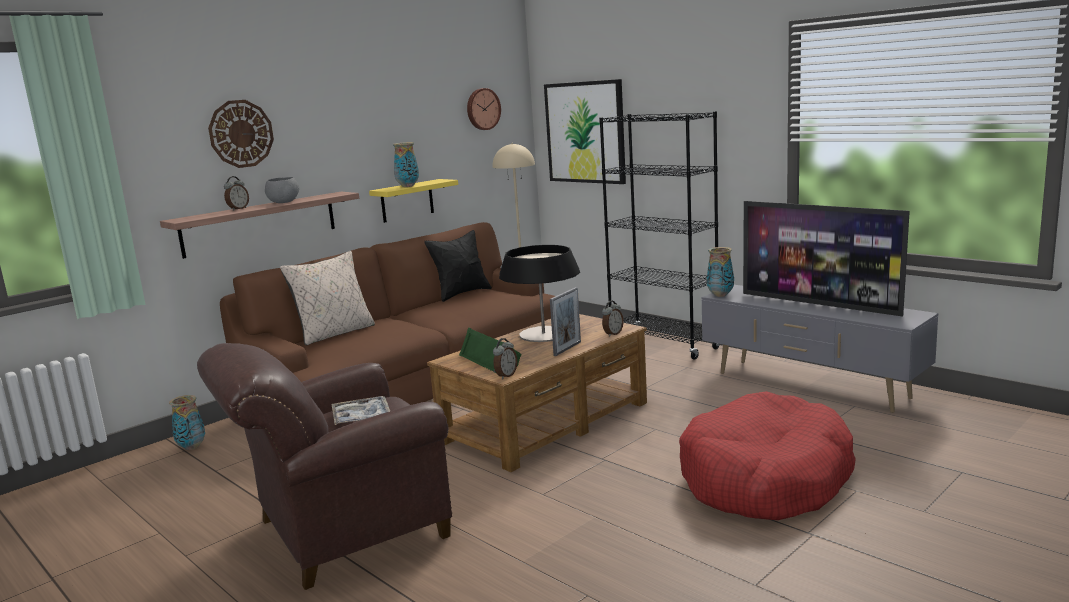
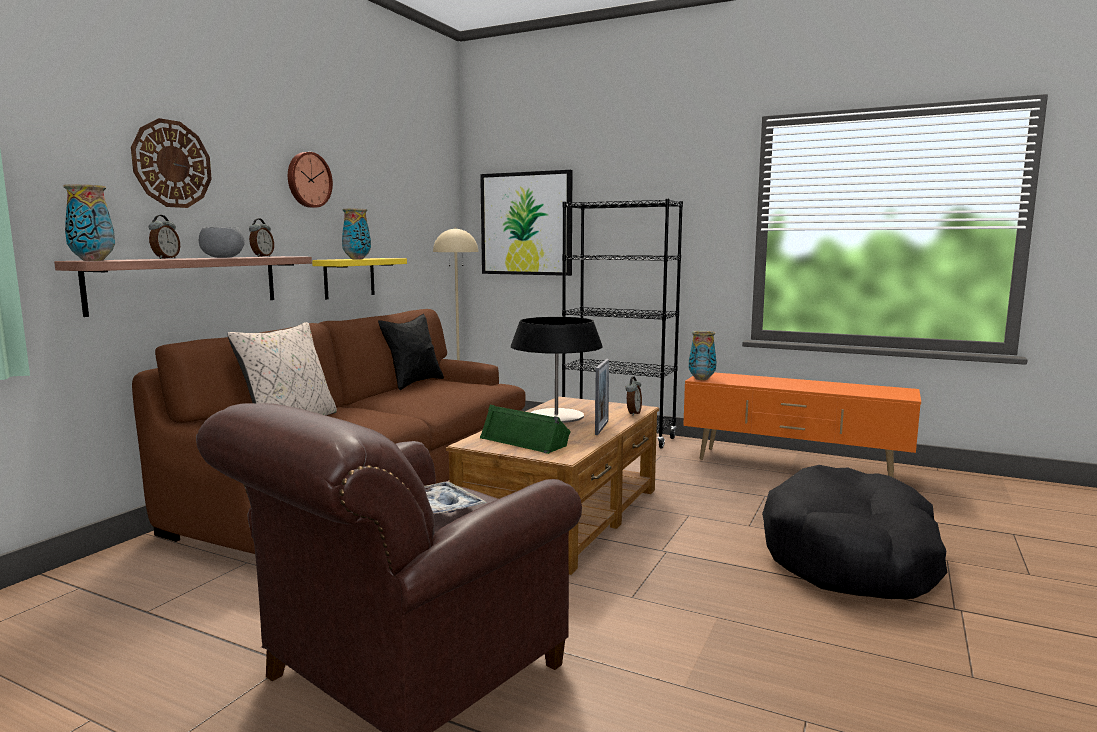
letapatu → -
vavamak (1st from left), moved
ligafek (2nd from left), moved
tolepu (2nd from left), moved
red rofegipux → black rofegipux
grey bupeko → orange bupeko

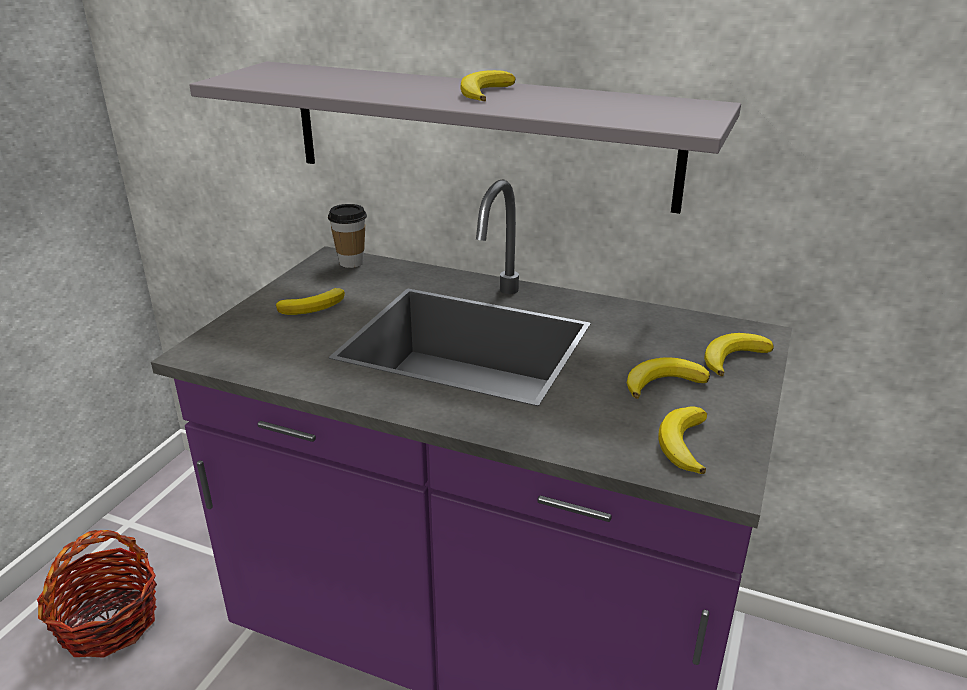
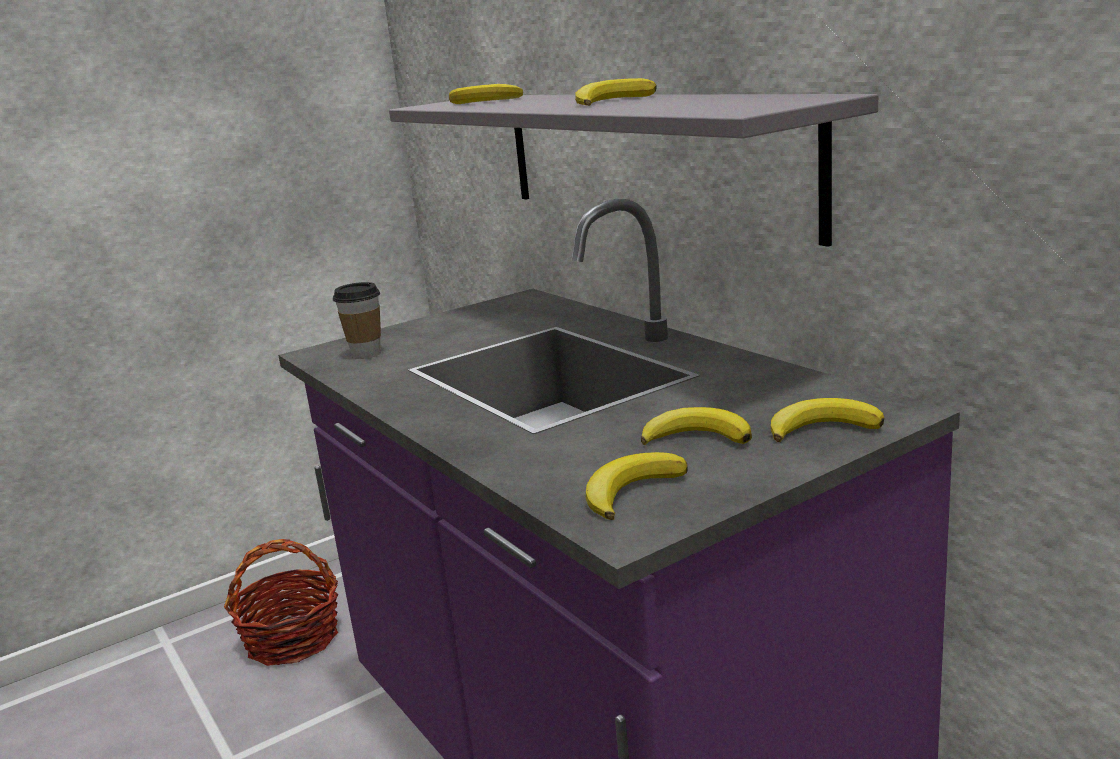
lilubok (1st from left), moved
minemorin, moved

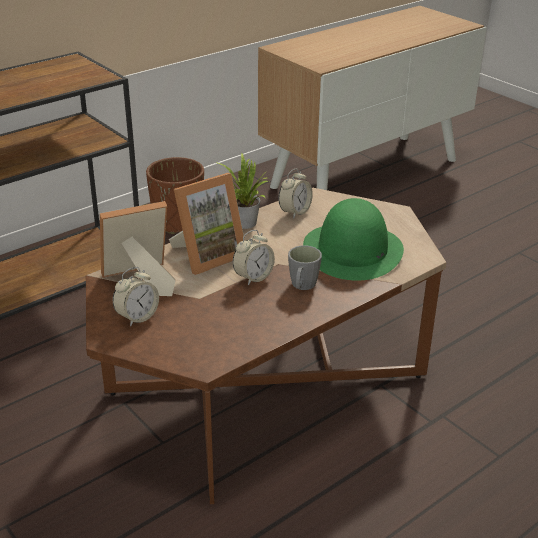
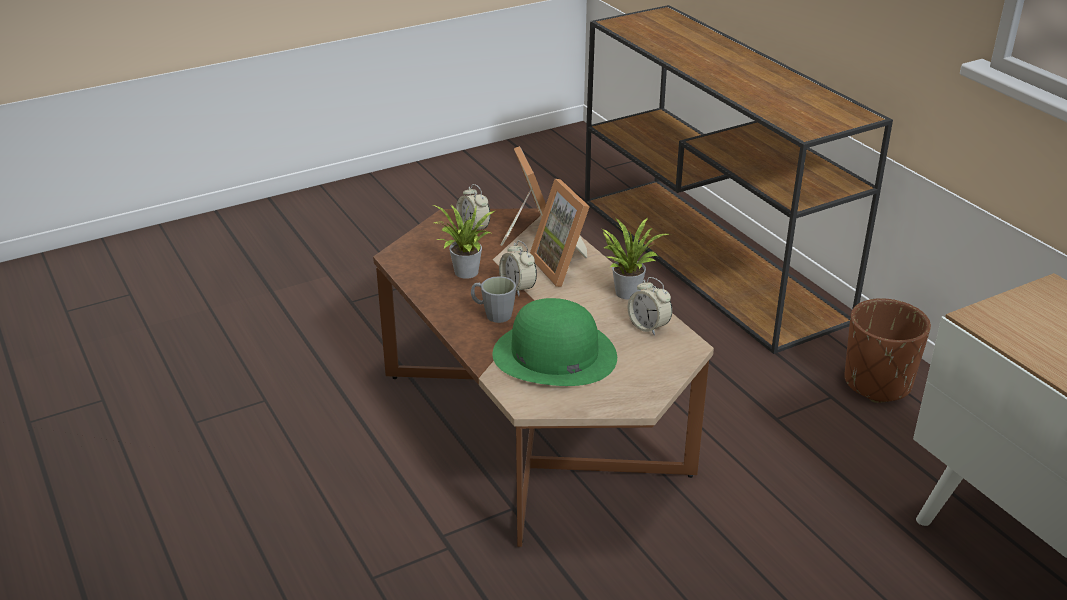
- → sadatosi (1st from left)

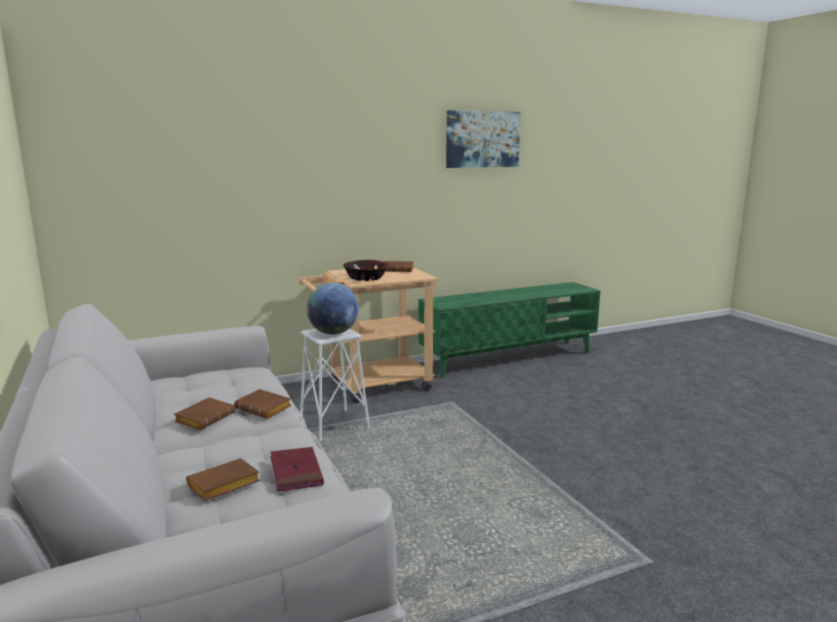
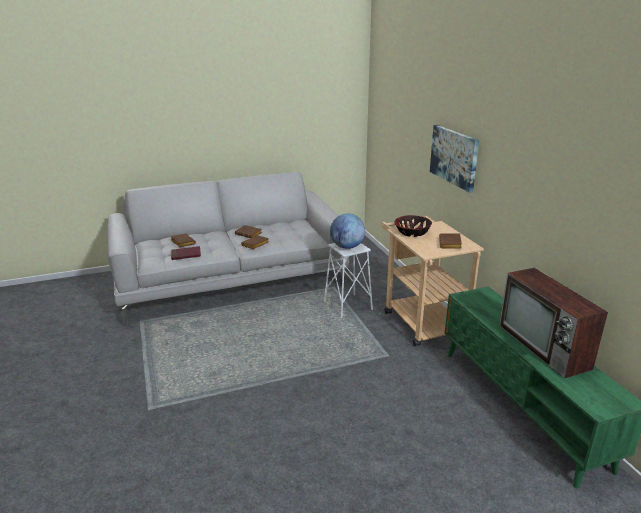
- → letapatu
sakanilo, moved

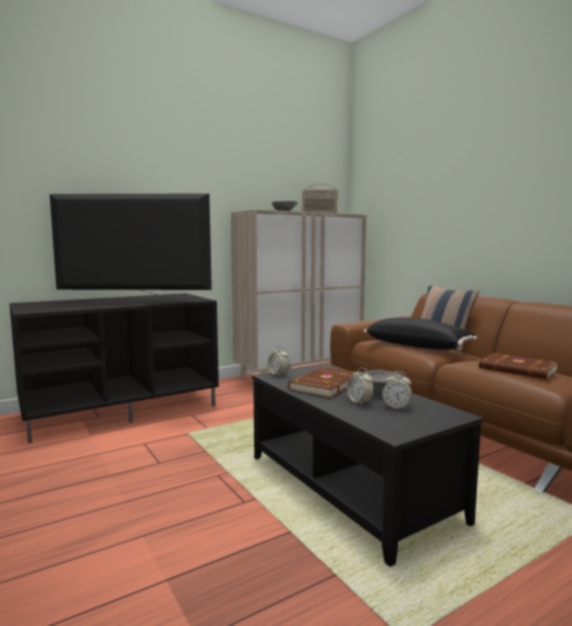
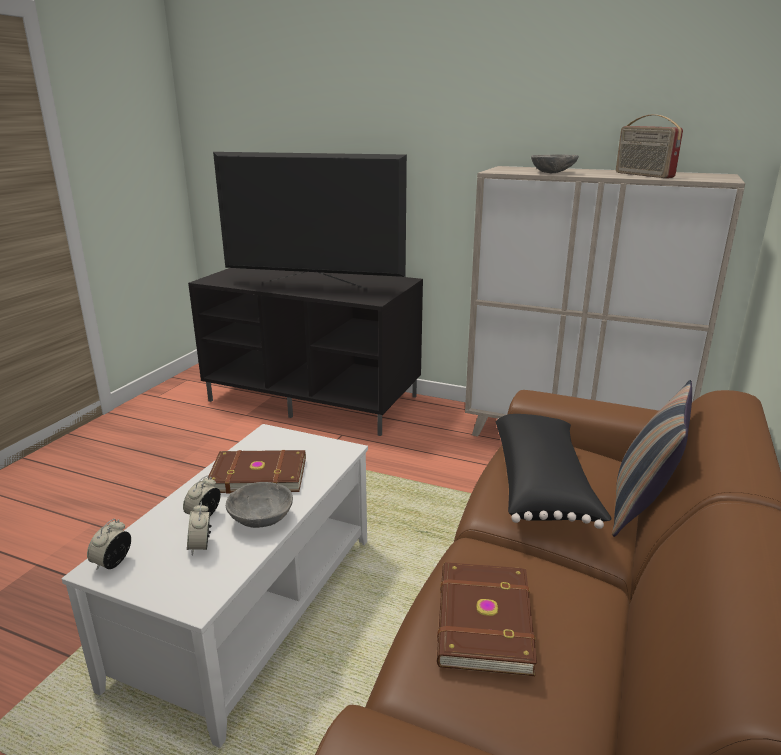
tolepu (1st from left), moved
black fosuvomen → white fosuvomen
letapatu, 135 degrees clockwise

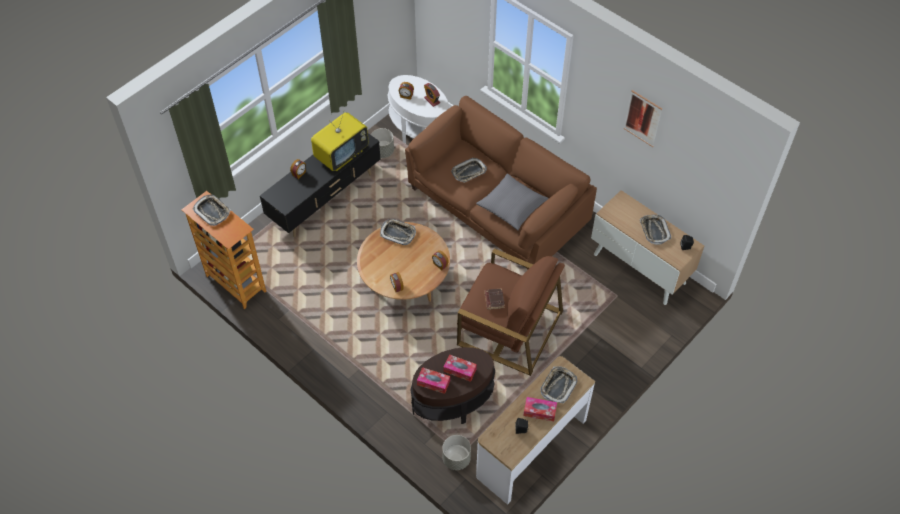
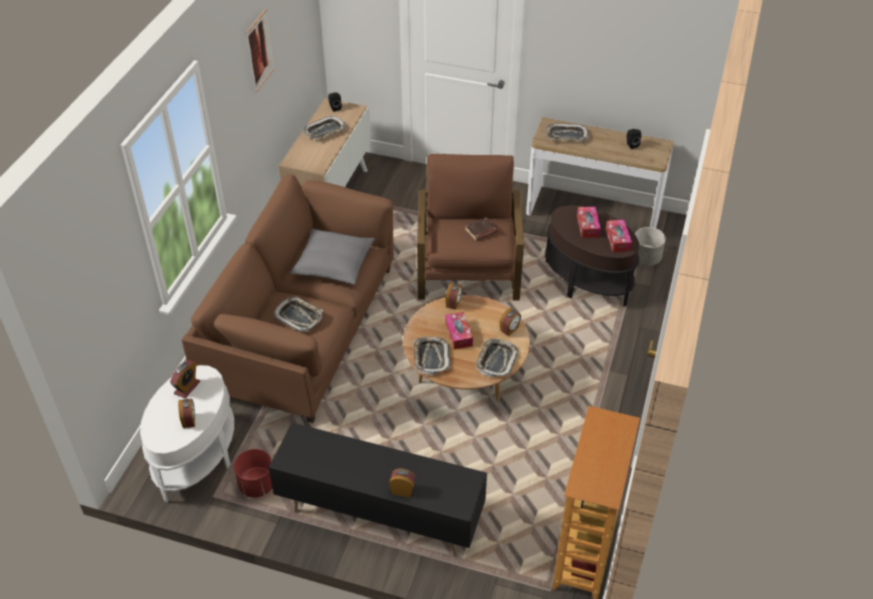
letapatu → -
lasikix (1st from left in the first image) → lasikix (4th from left), moved
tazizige (3rd from left in the first image) → tazizige (1st from left), moved
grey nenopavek (1st from left) → red nenopavek

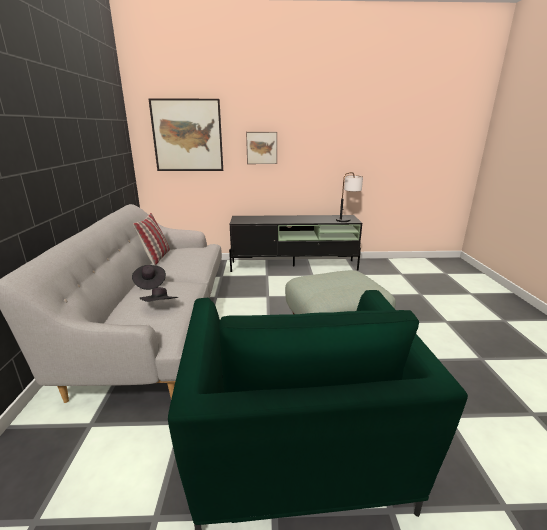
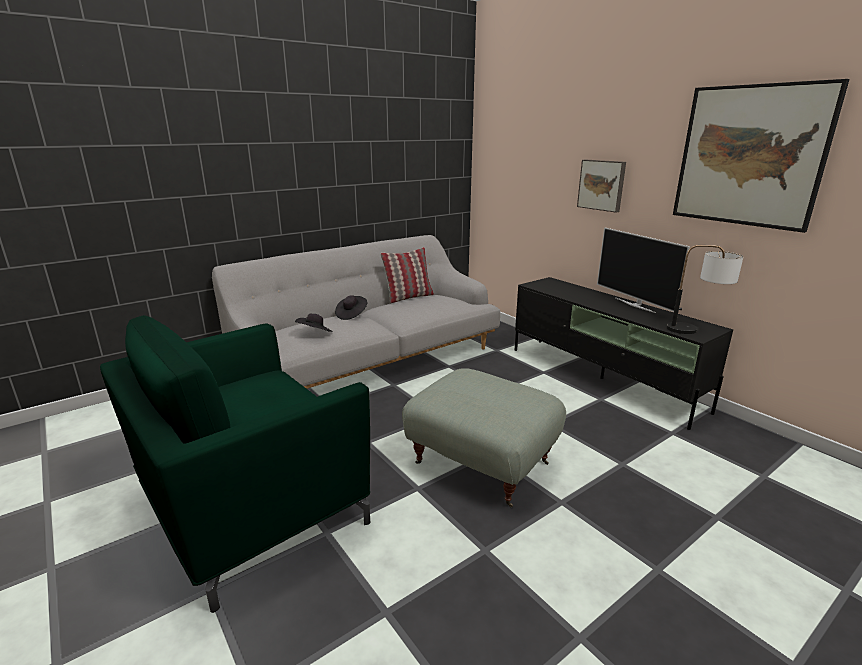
- → letapatu
sakanilo (1st from left in the first image) → sakanilo (2nd from left), moved

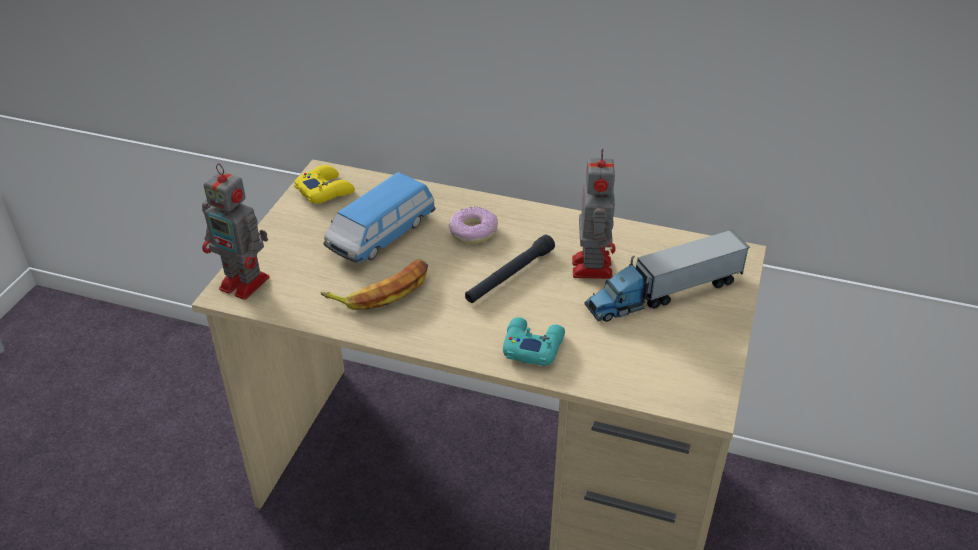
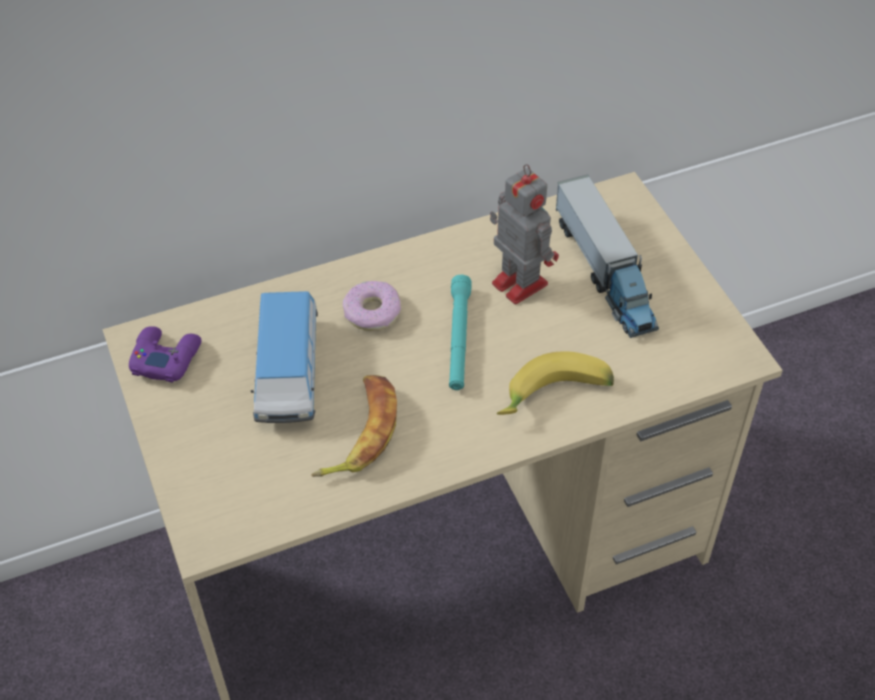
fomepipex (1st from left) → -
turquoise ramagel → lilubok (2nd from left)
yellow ramagel → purple ramagel
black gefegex → turquoise gefegex
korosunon, 45 degrees counterclockwise

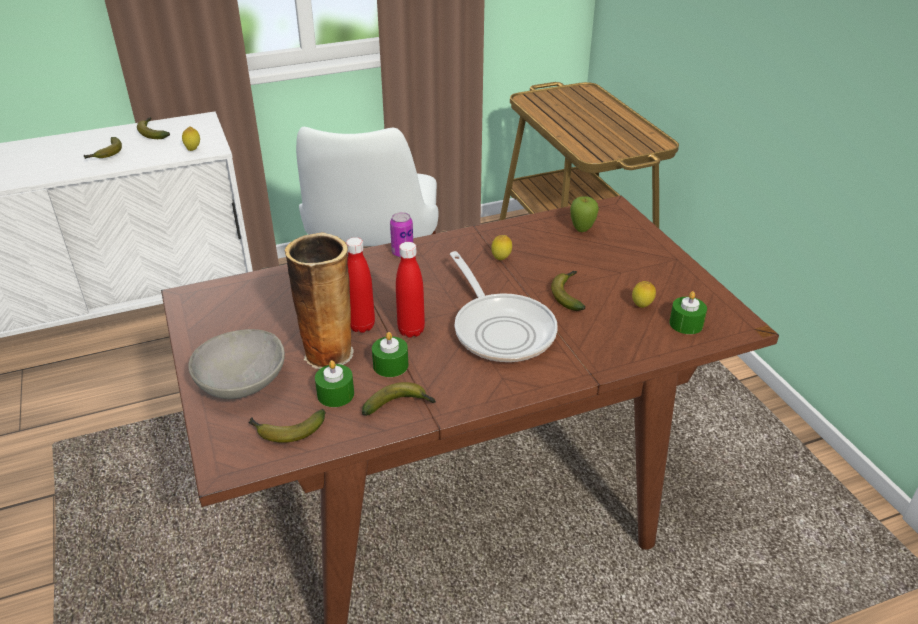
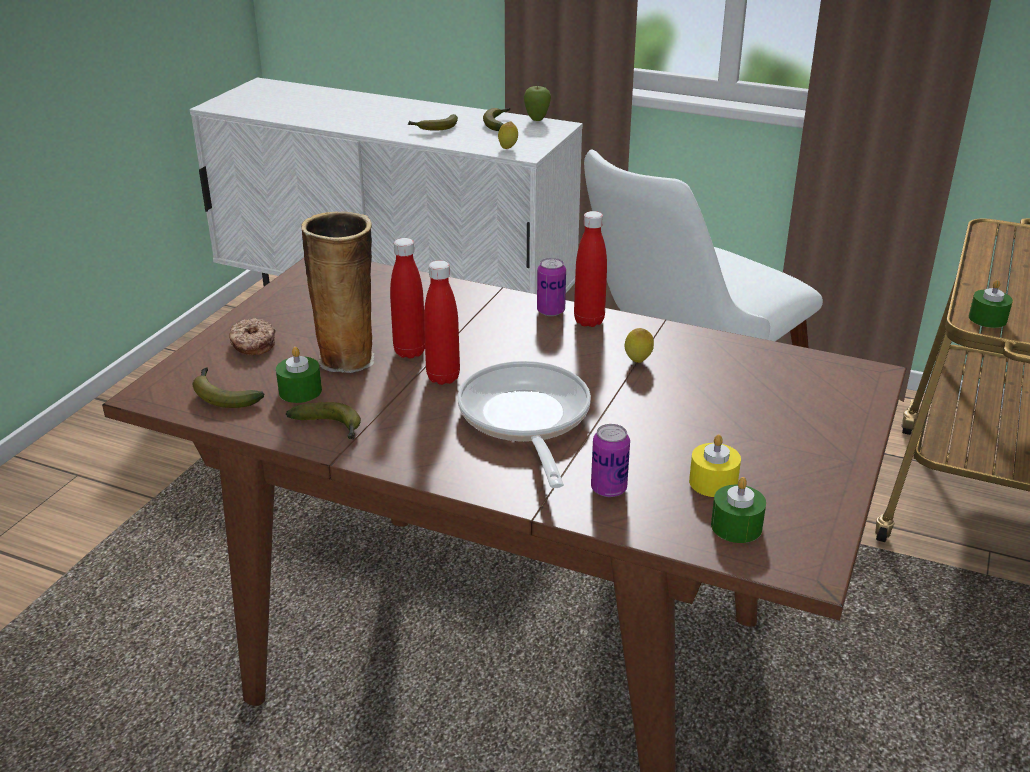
lilubok (5th from left) → -
- → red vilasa (3rd from left)
- → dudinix (2nd from left)
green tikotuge (2nd from left in the first image) → green tikotuge (3rd from left), moved
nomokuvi, moved
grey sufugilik → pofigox
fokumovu (3rd from left) → yellow tikotuge
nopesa, 150 degrees clockwise

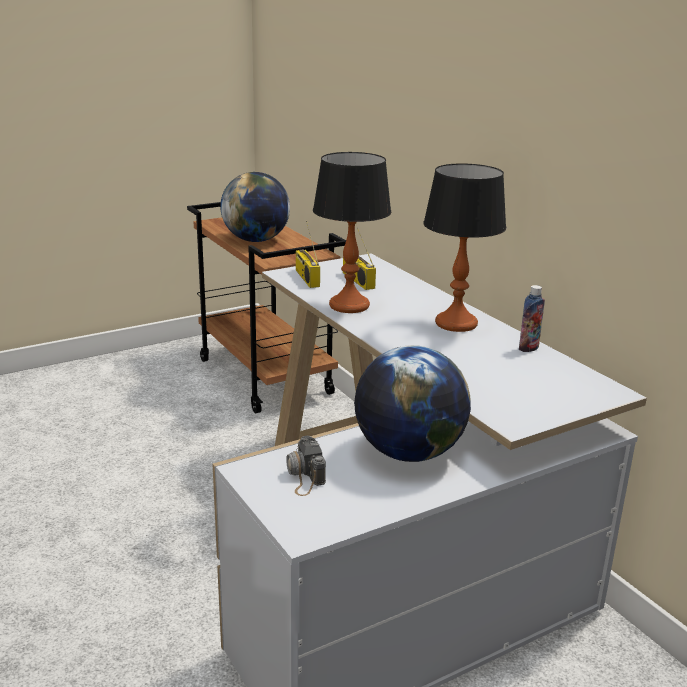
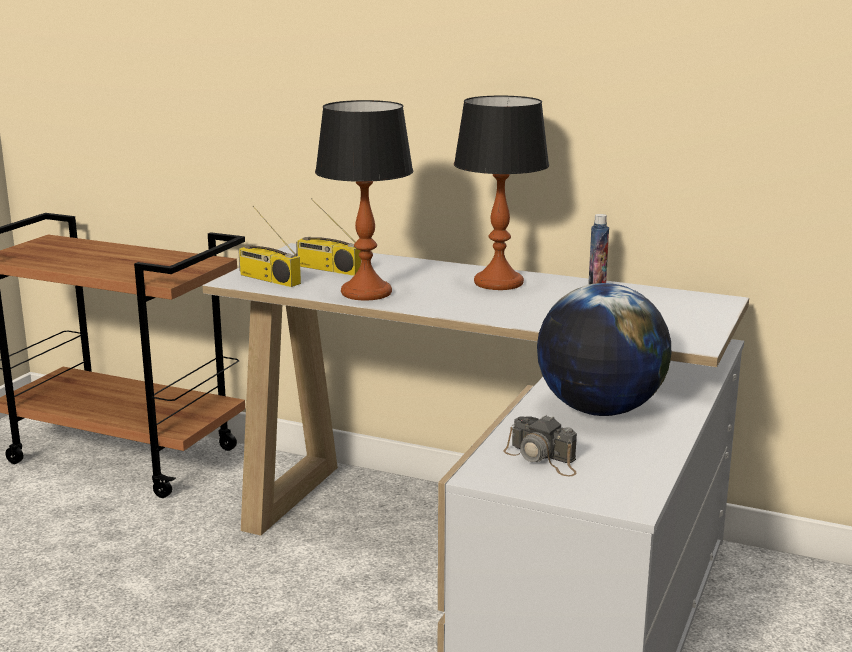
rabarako (1st from left) → -

